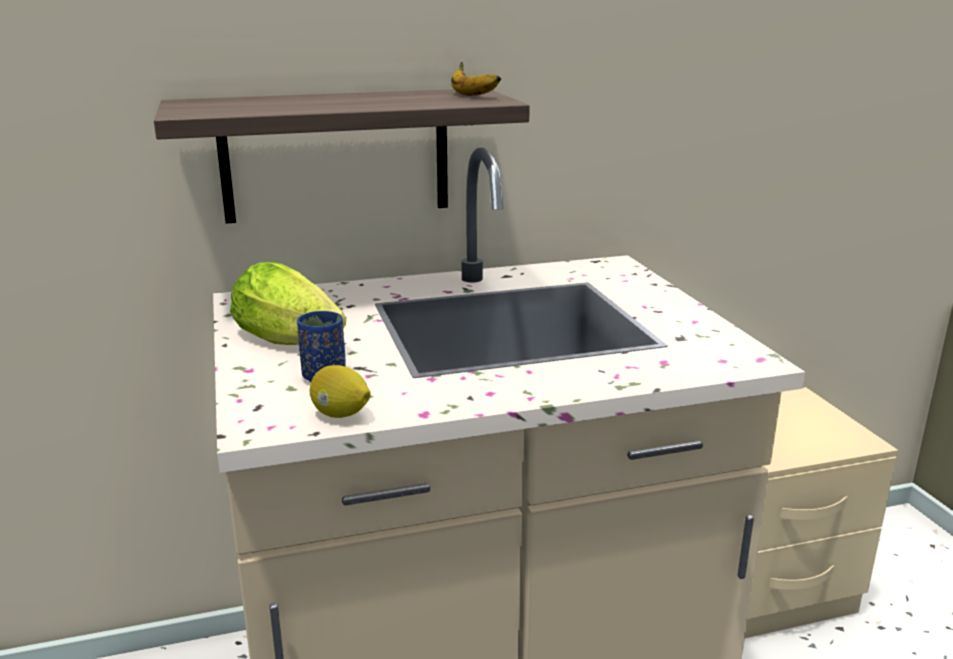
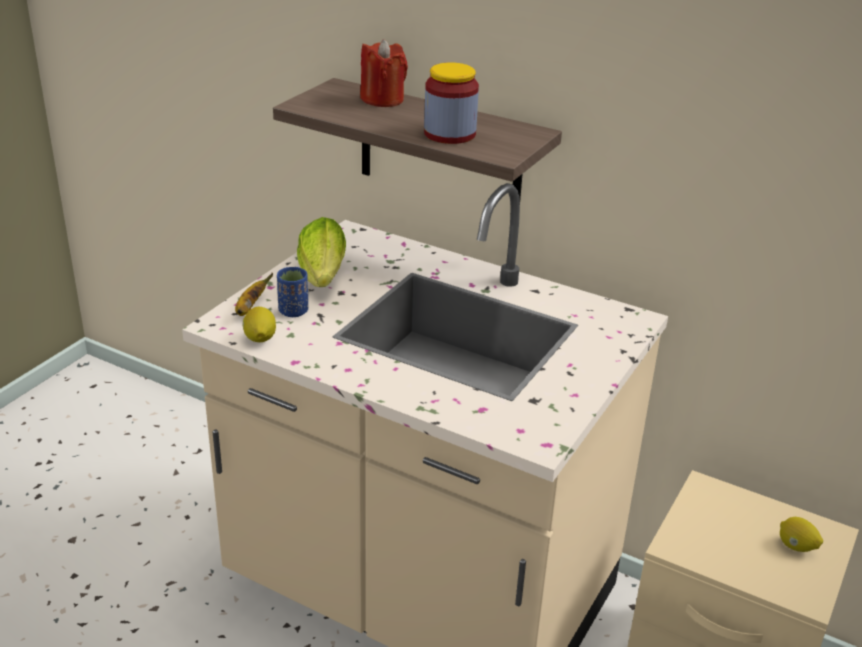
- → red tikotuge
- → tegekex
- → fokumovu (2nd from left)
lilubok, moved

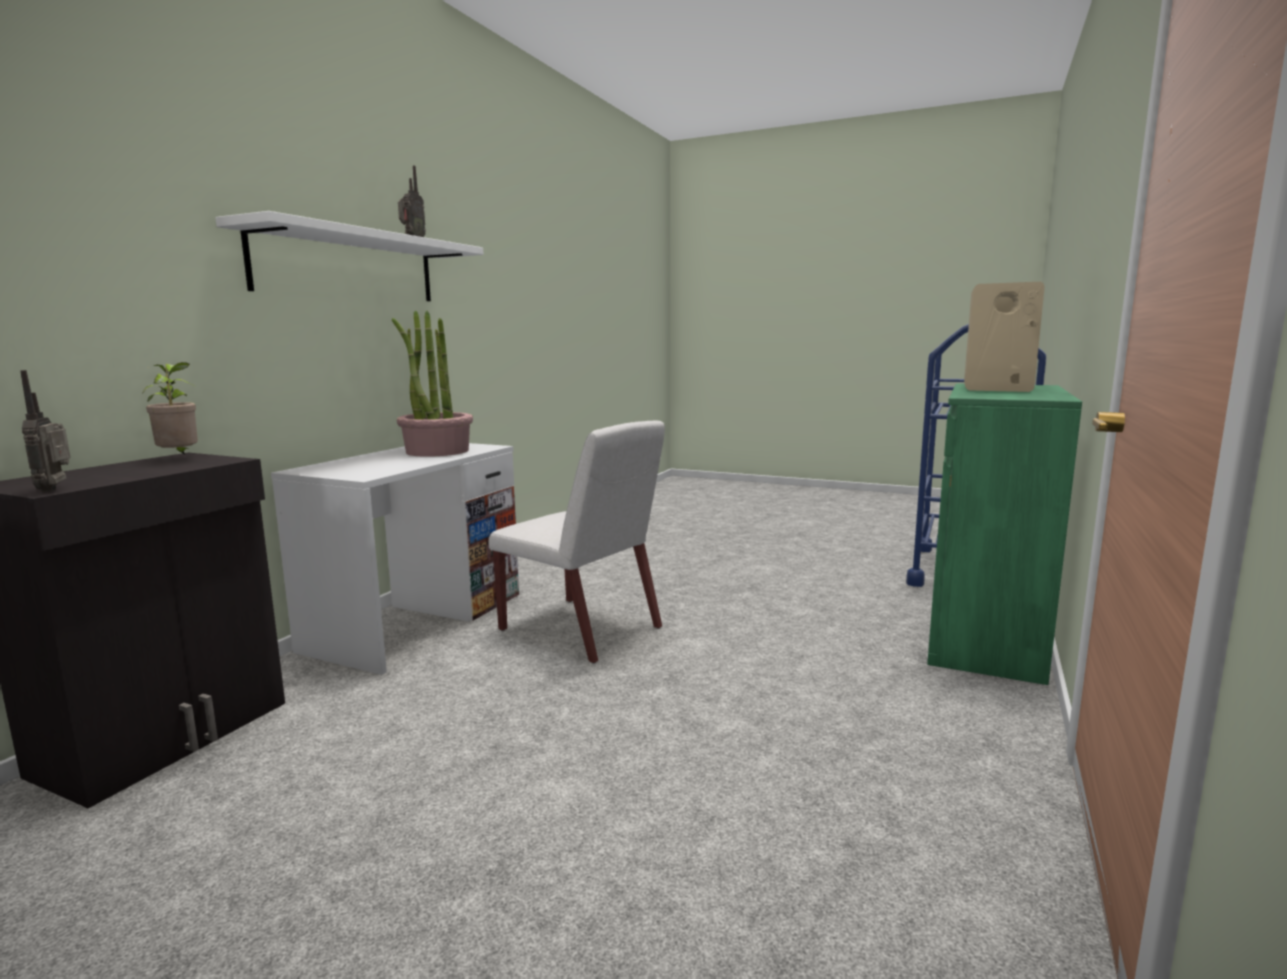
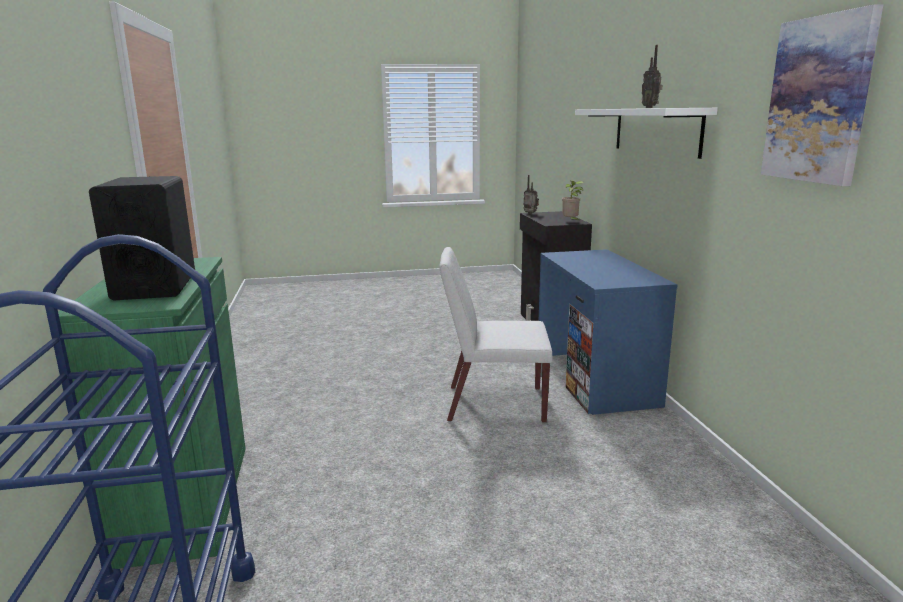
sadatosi (2nd from left) → -
- → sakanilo
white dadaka → blue dadaka
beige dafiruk → black dafiruk

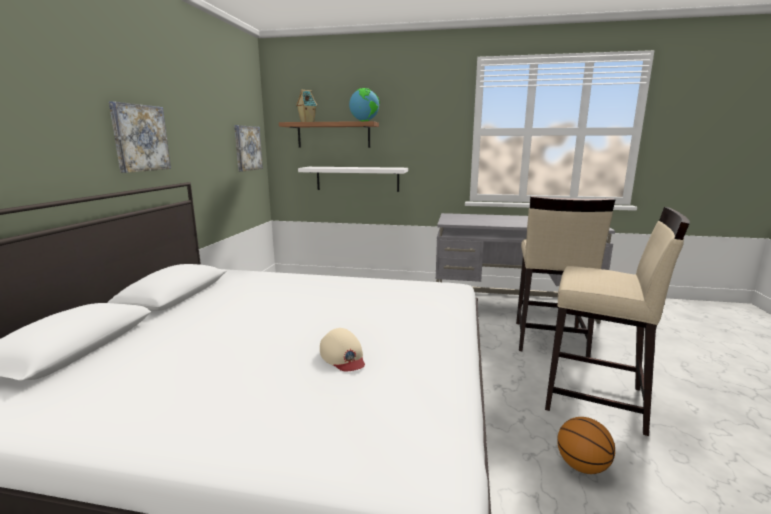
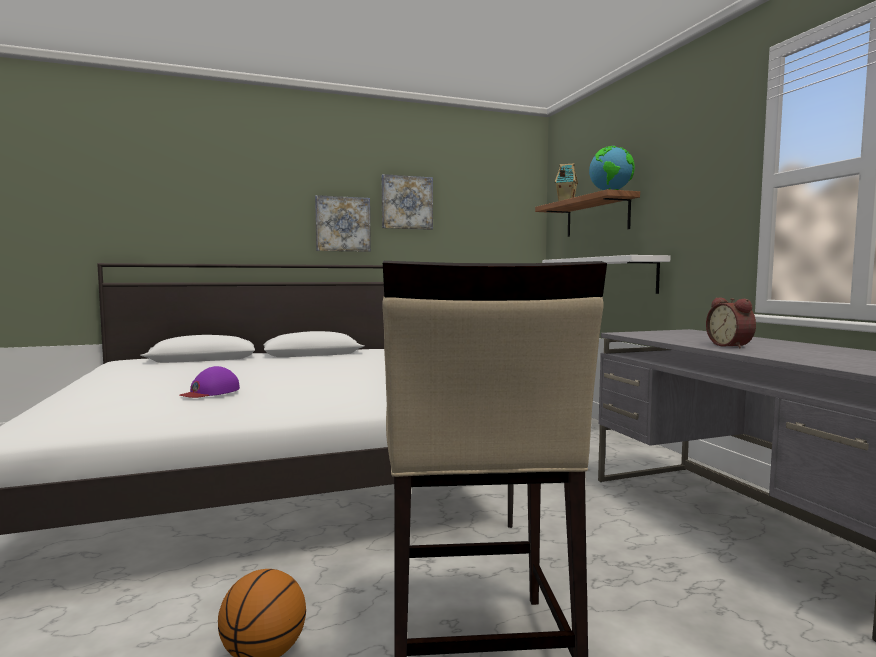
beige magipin (1st from left) → -
- → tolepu
sakanilo (2nd from left), moved
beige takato → purple takato

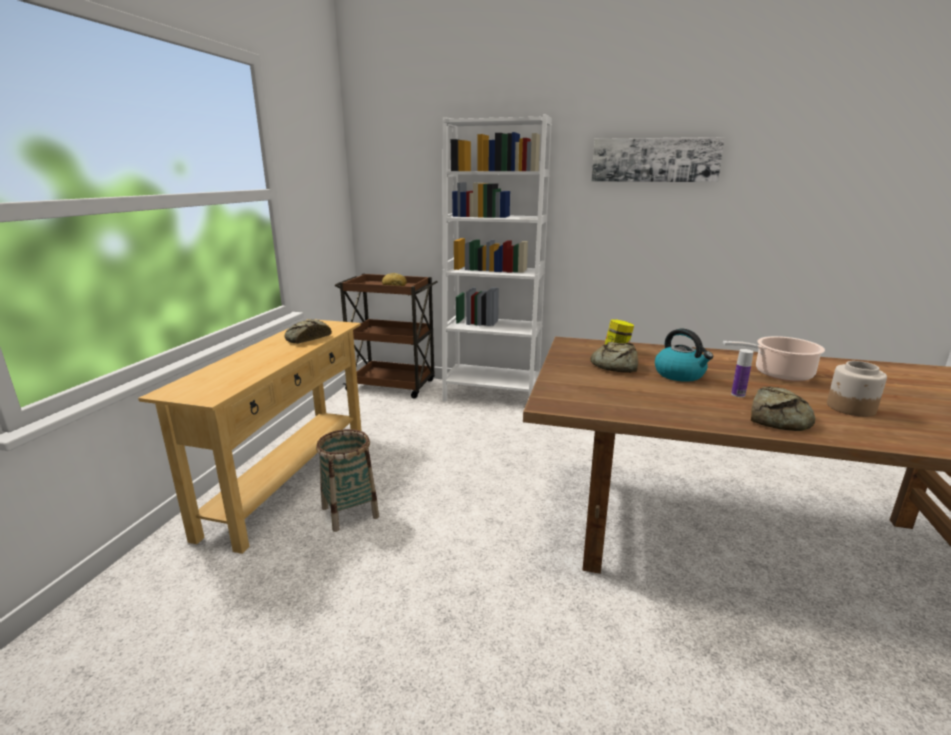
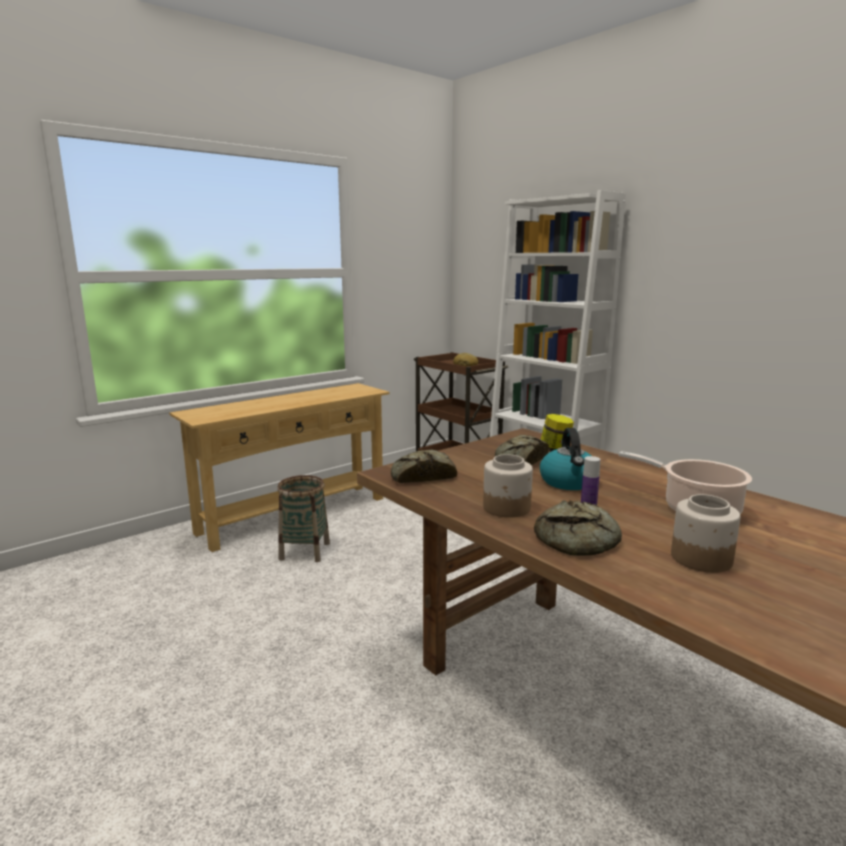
sakanilo → -
- → tegekex (1st from left)
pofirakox (1st from left), moved

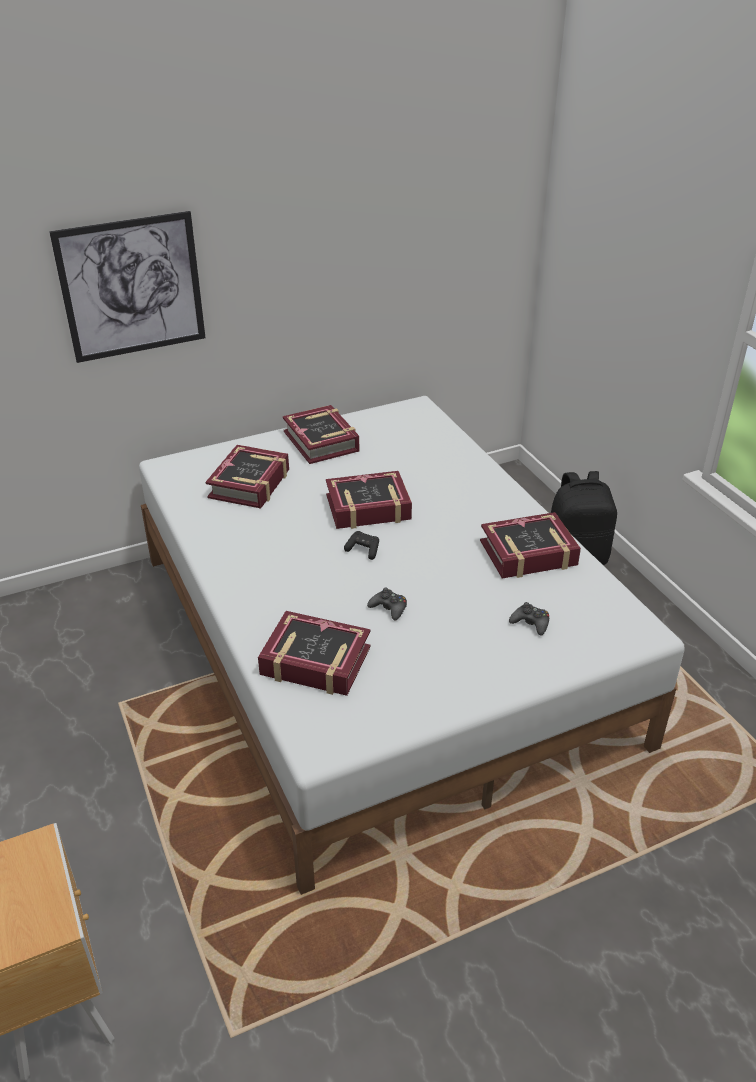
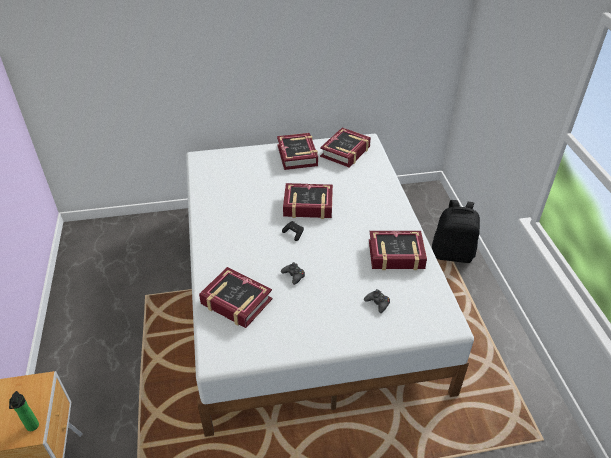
sakanilo → -
- → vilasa
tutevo (1st from left in the first image) → tutevo (4th from left), moved

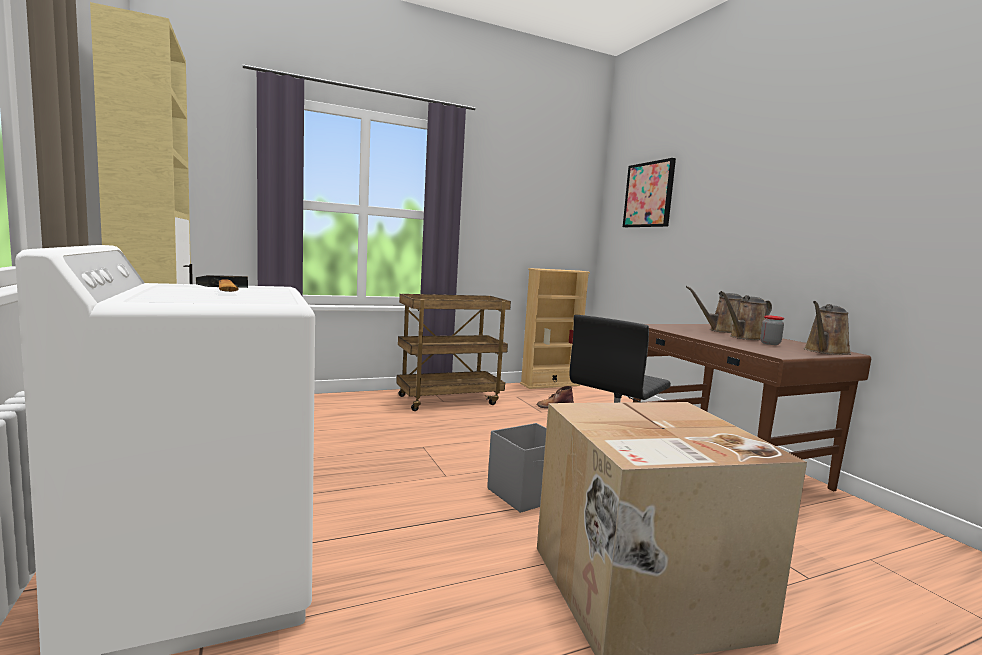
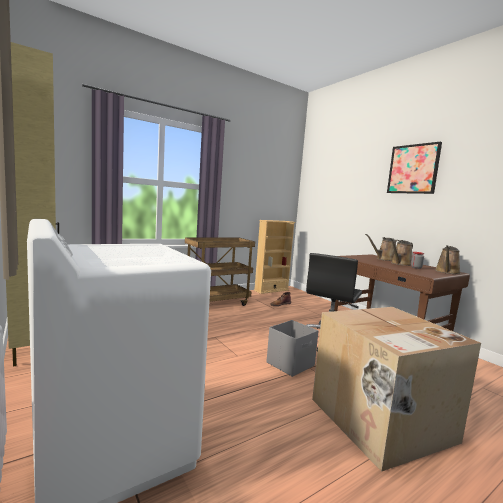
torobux → -
sakanilo, moved

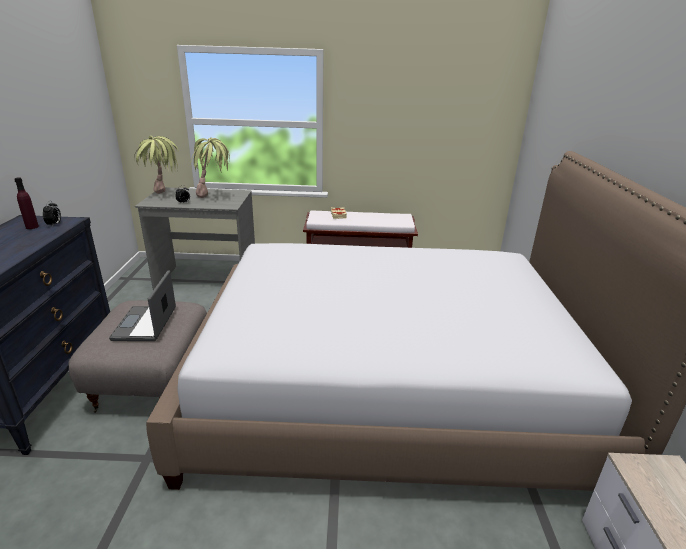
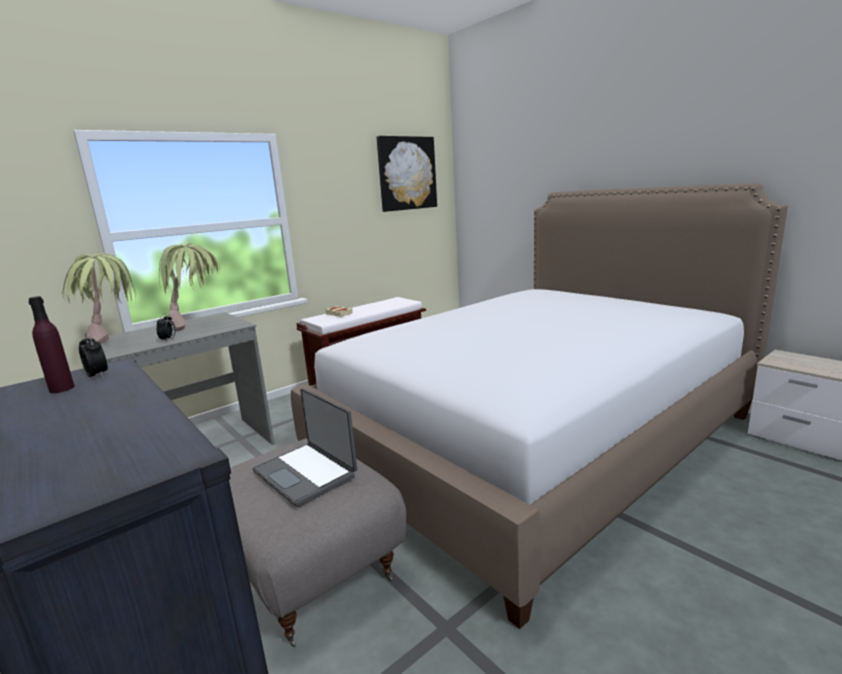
- → sakanilo

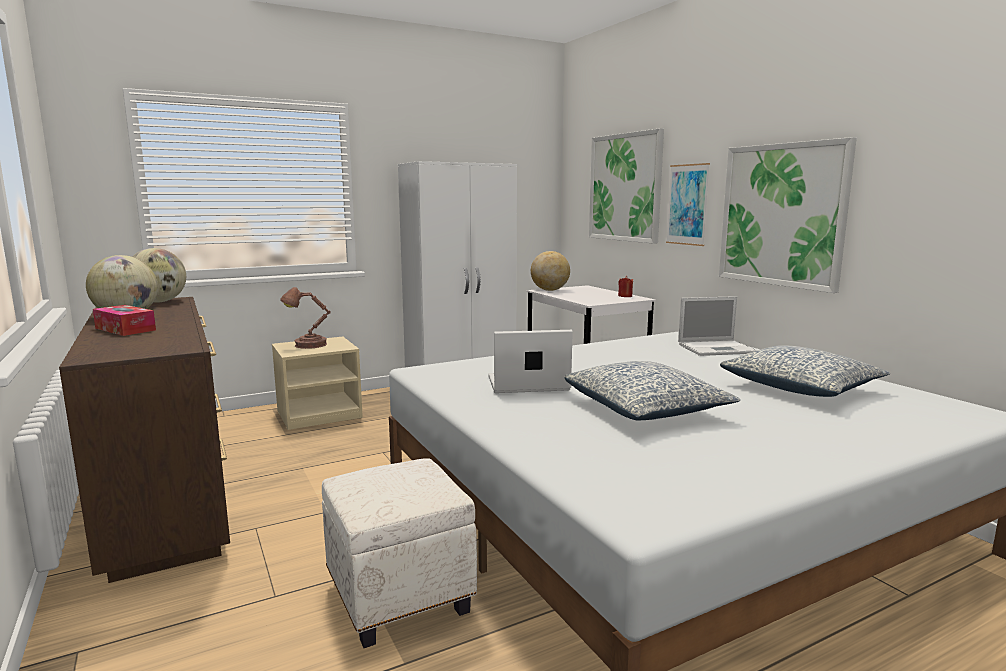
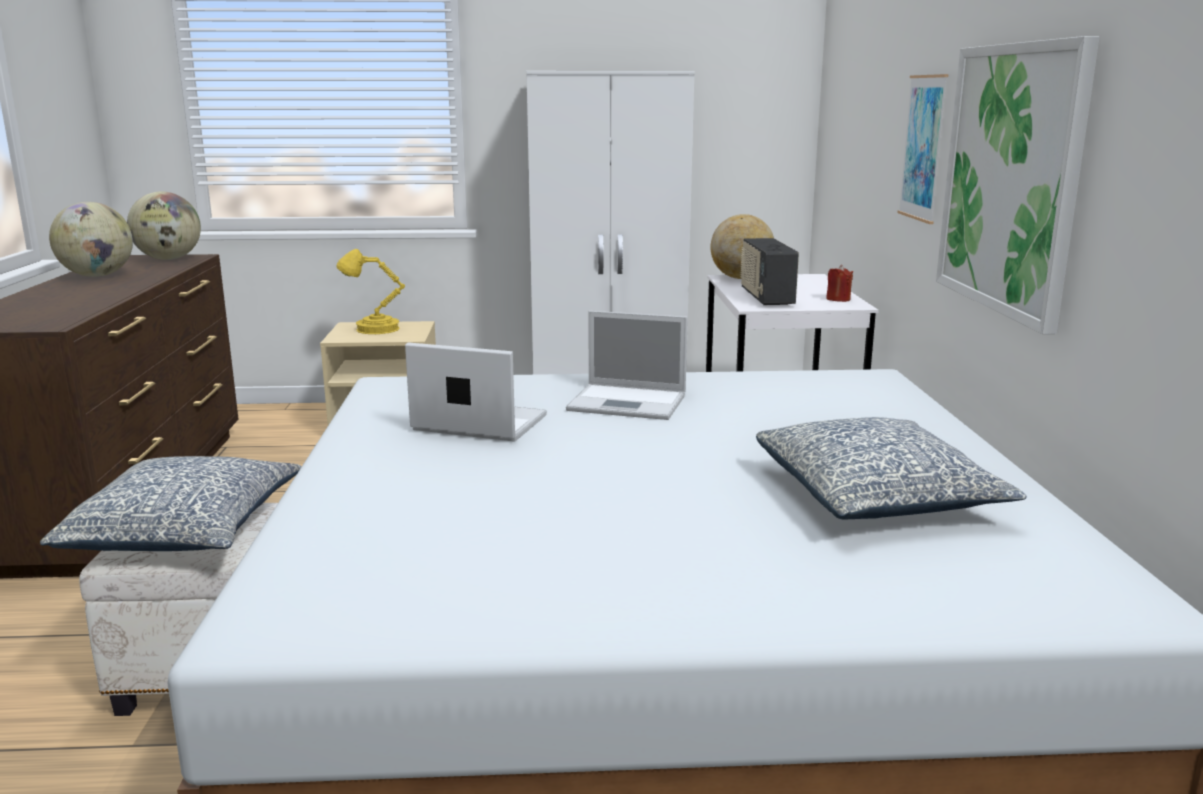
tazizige → -
sakanilo (1st from left) → -
- → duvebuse
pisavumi (1st from left), moved
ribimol (2nd from left), moved
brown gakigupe → yellow gakigupe

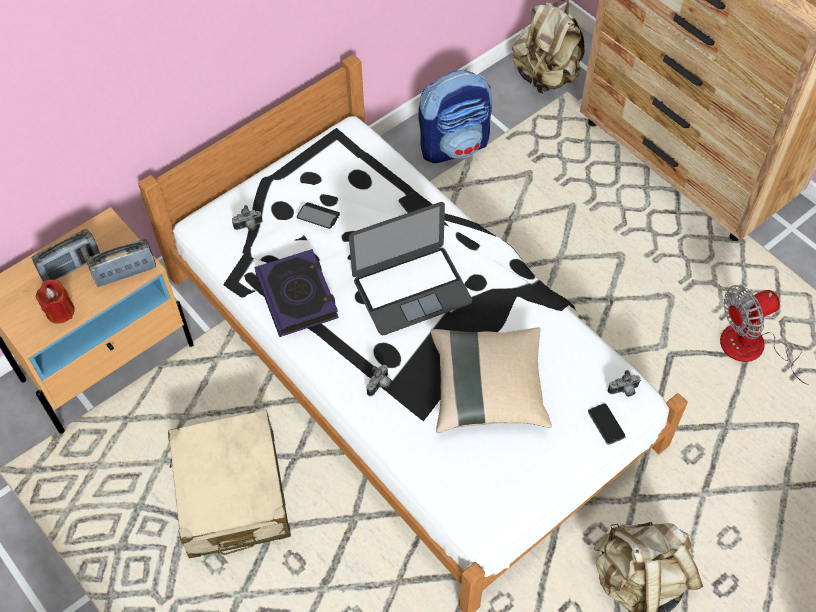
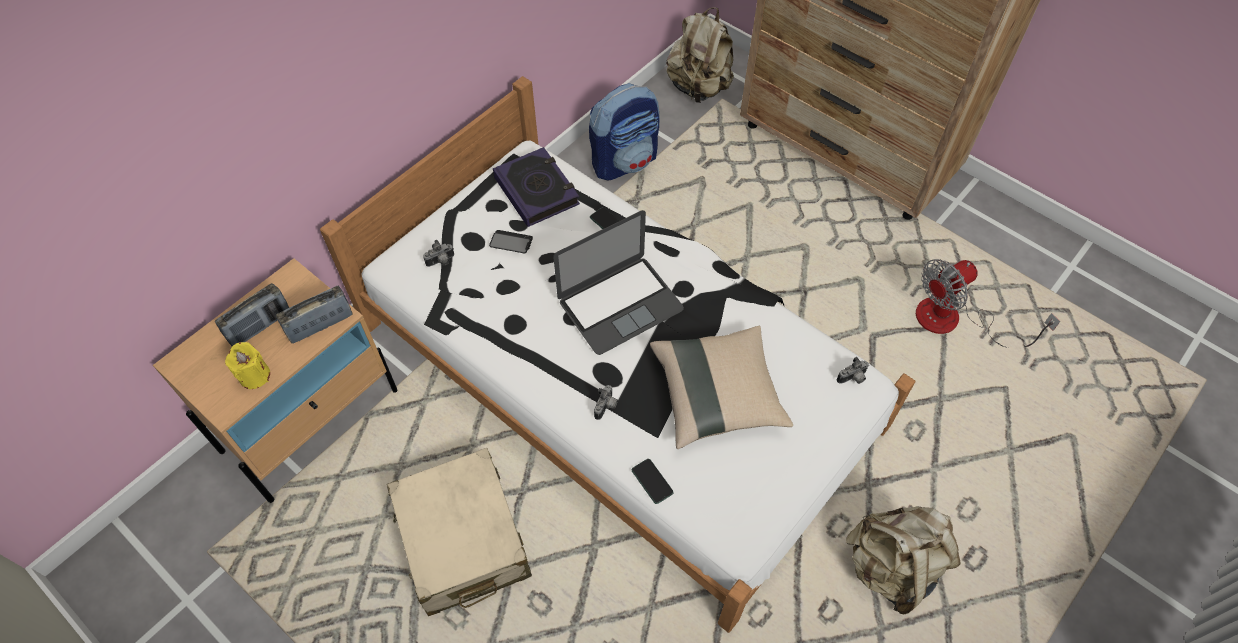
tutevo, moved
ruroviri (3rd from left), moved
red tikotuge → yellow tikotuge

